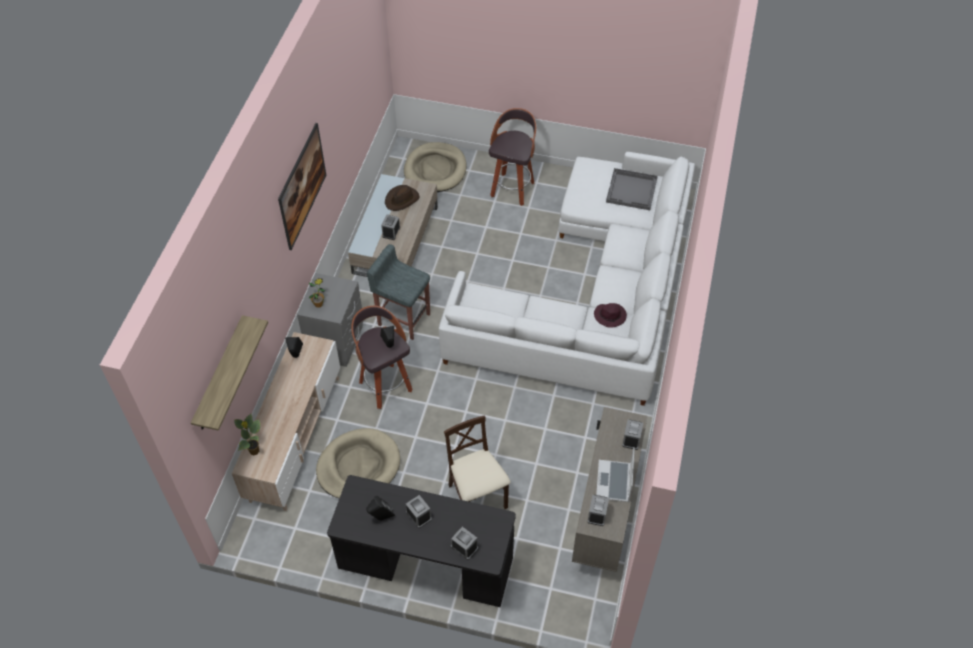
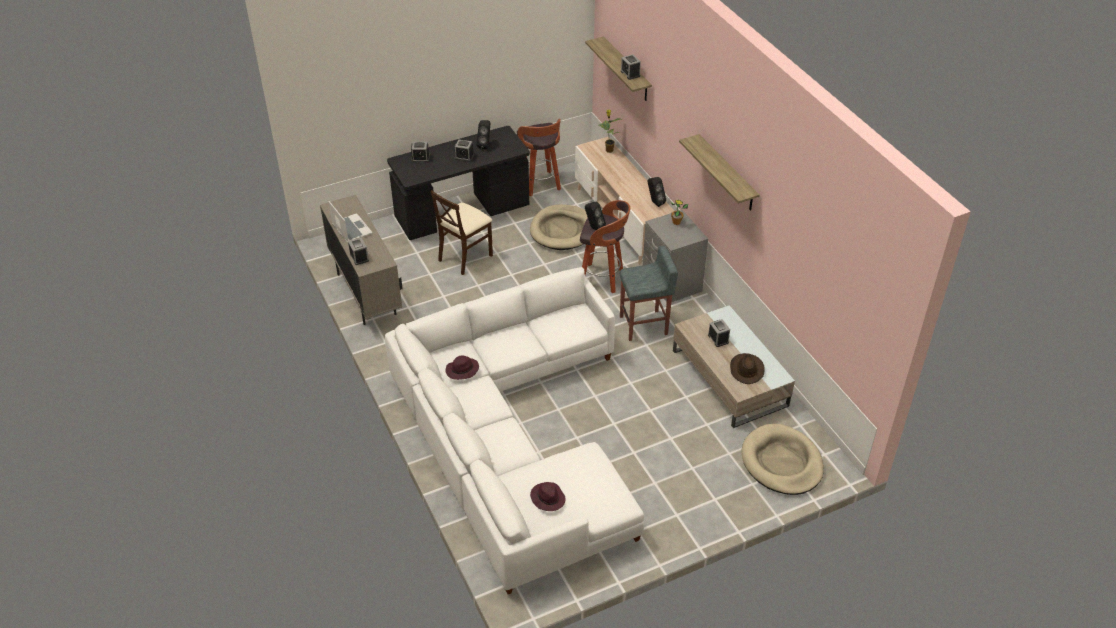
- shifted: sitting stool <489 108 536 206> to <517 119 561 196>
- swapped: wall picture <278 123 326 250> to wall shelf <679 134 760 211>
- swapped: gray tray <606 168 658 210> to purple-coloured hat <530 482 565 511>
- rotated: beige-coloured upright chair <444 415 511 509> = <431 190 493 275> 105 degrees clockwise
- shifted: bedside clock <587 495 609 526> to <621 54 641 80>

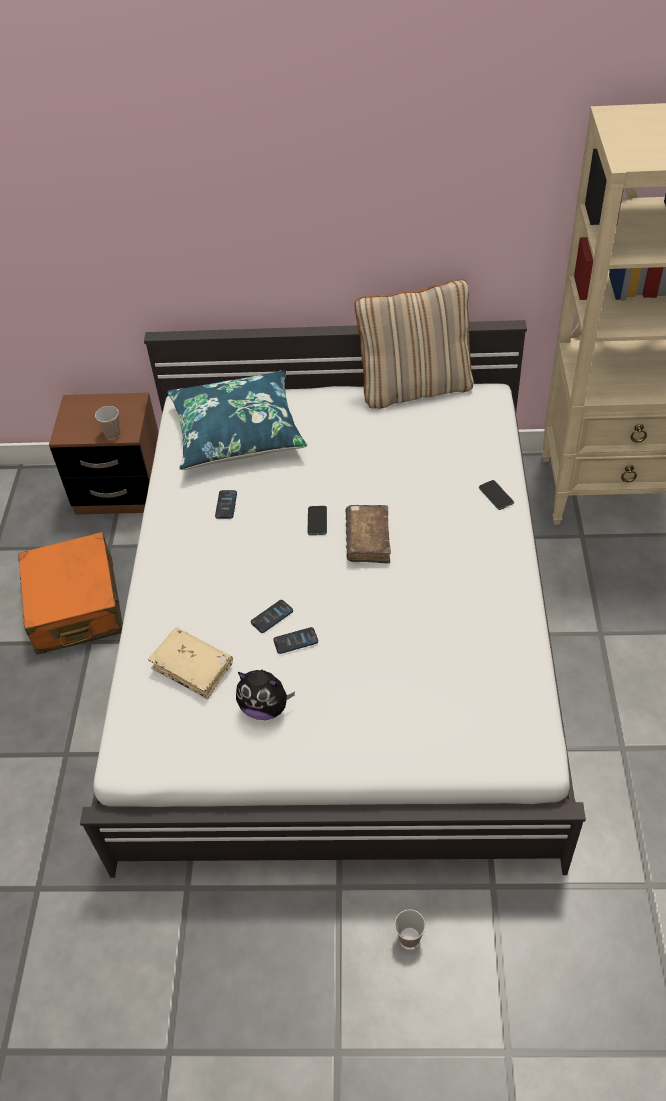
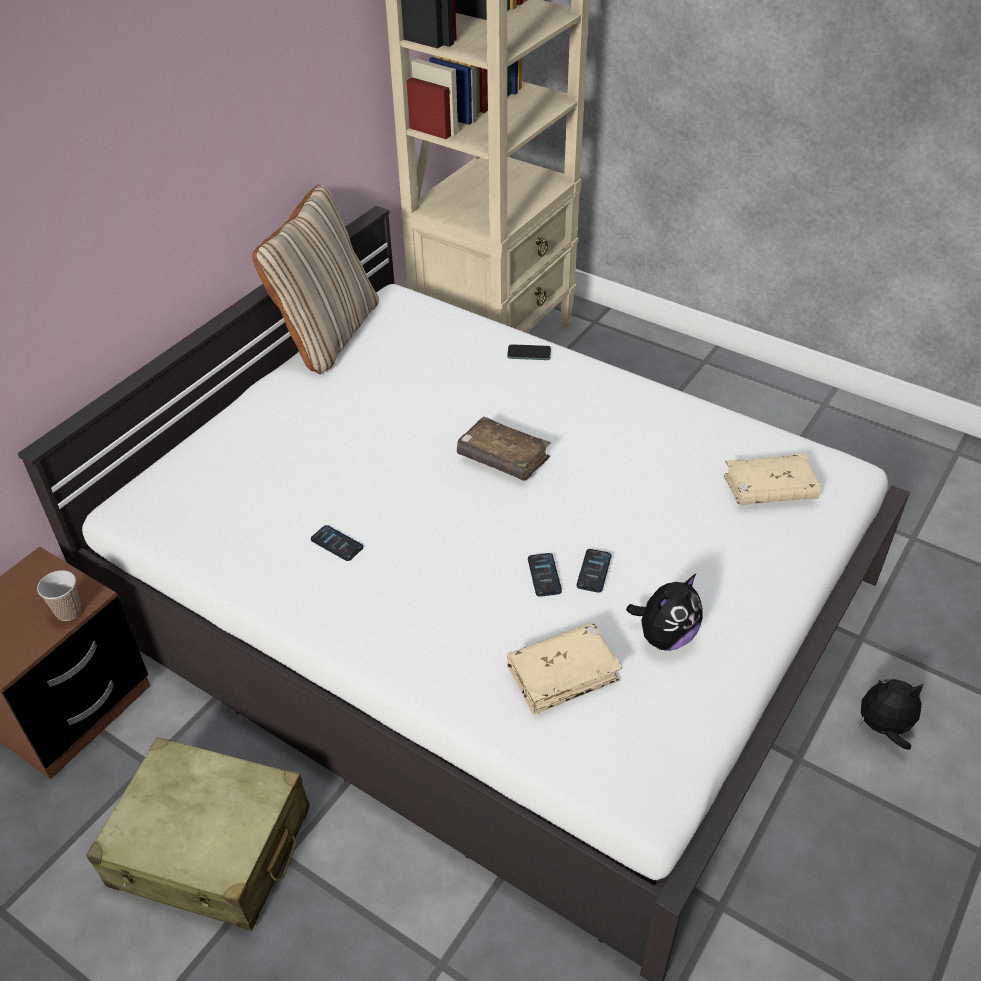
- gone: bluish pillow <168 370 307 470>
- gone: handset <308 506 327 535>
- repainted: orangey piece of luggage <18 532 123 655> to beige-coloured piece of luggage <86 737 310 930>
- swapped: cup <394 909 426 948> to cuddly toy <858 679 924 750>
- new: beige-coloured volume <724 453 821 505>

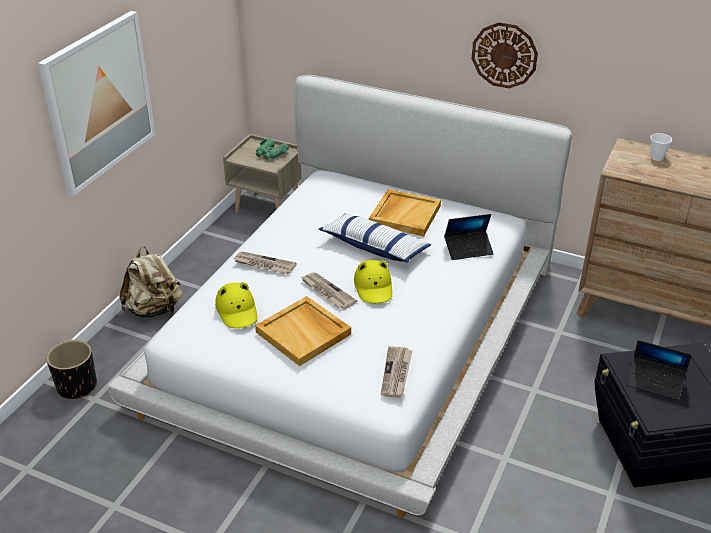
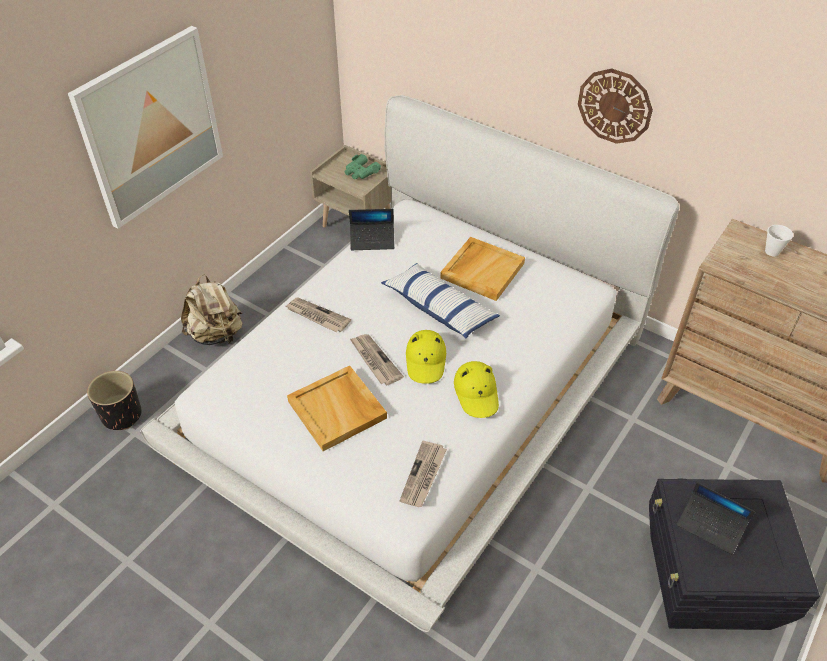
- shifted: portable computer <444 214 494 260> to <349 209 395 250>
- shifted: yellowish hat <215 282 257 328> to <454 361 499 418>

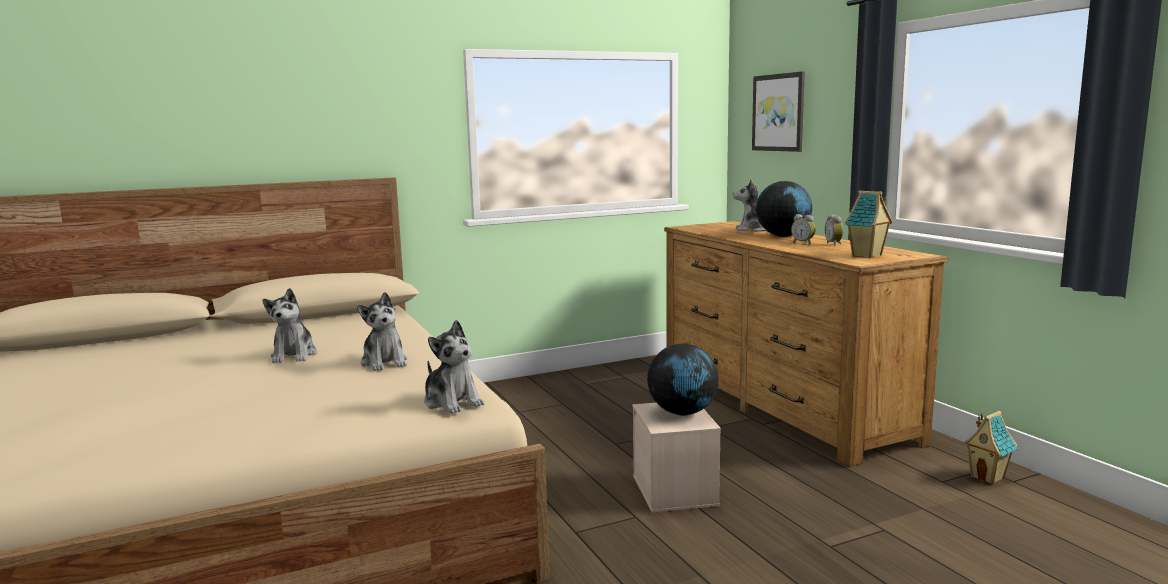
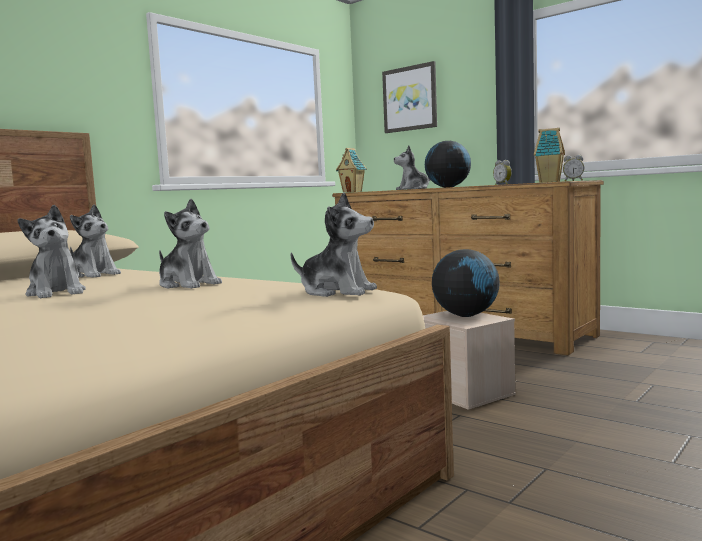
- shifted: bedside clock <791 214 816 244> to <563 155 584 181>
- shifted: toy house <963 411 1018 484> to <336 148 367 192>
- new: cuddly toy <70 205 121 278>

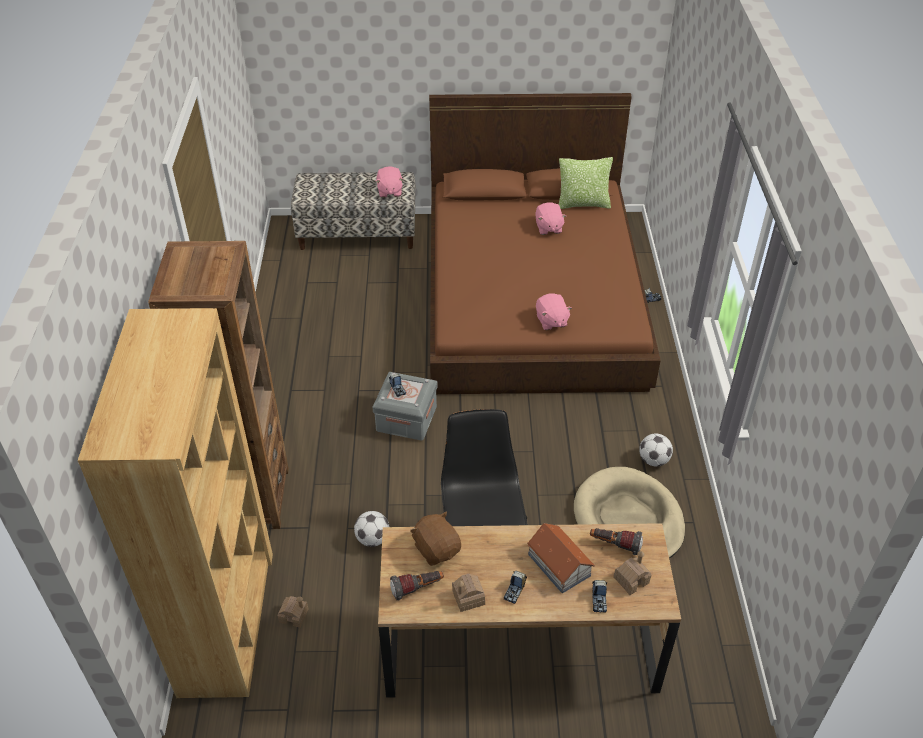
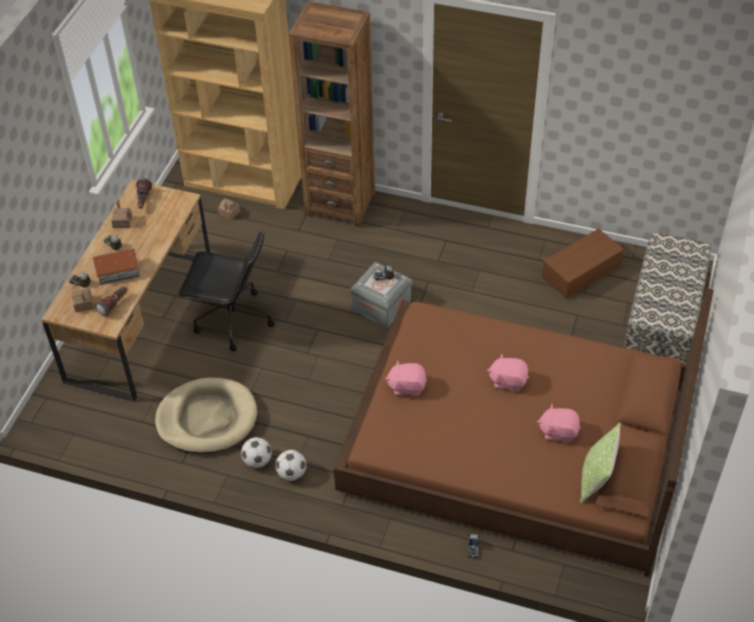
- shifted: pinkish cuddly toy <376 166 404 198> to <487 353 529 392>
- shifted: ball for football <354 511 390 547> to <275 450 306 481>
- gone: brown cuddly toy <410 512 461 566>
- new: brown storage bin <542 228 624 299>

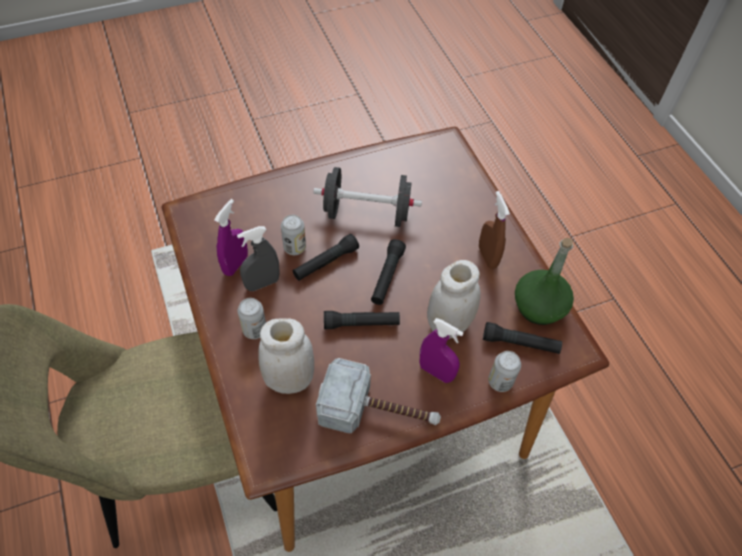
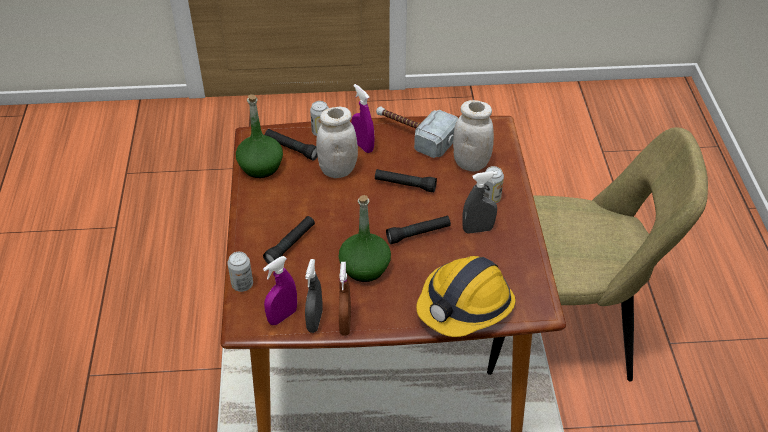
- swapped: black-coloured hand weight <313 167 422 227> to greenish beverage bottle <339 195 391 282>
- shifted: brown sprayer <479 191 510 269> to <339 262 351 336>
- shifted: purple-coloured sprayer <214 199 248 276> to <263 256 297 325>
- shifted: metal can <281 215 306 255> to <227 252 253 292>
- shifted: black-coloured torch <371 239 406 305> to <263 216 315 264>
- new: hard hat <416 256 516 337>
- new: gray sprayer <305 259 323 333>

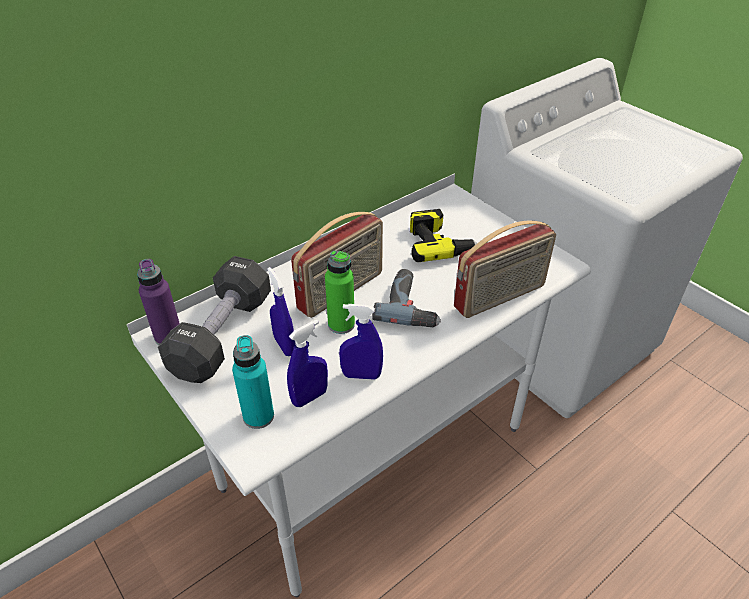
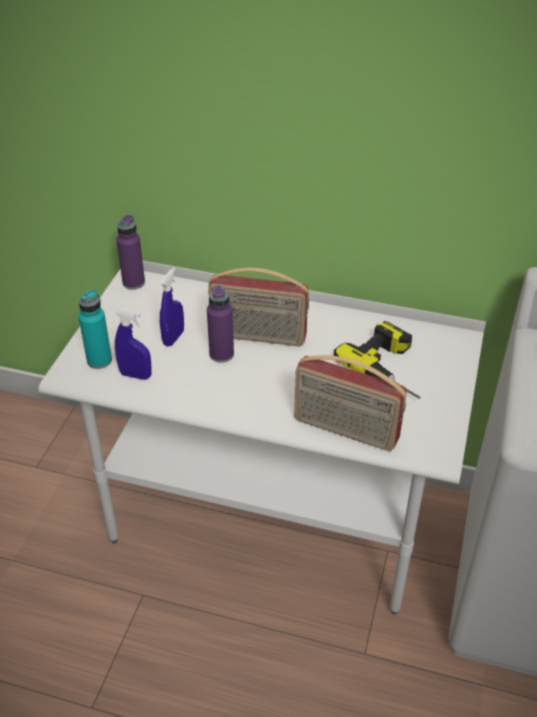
- repainted: greenish beverage bottle <325 250 355 334> to purple-coloured beverage bottle <207 285 234 363>
- gone: black-coloured hand weight <158 256 271 383>
- gone: electric drill <372 269 441 327>
- gone: bluish sprayer <339 304 383 380>

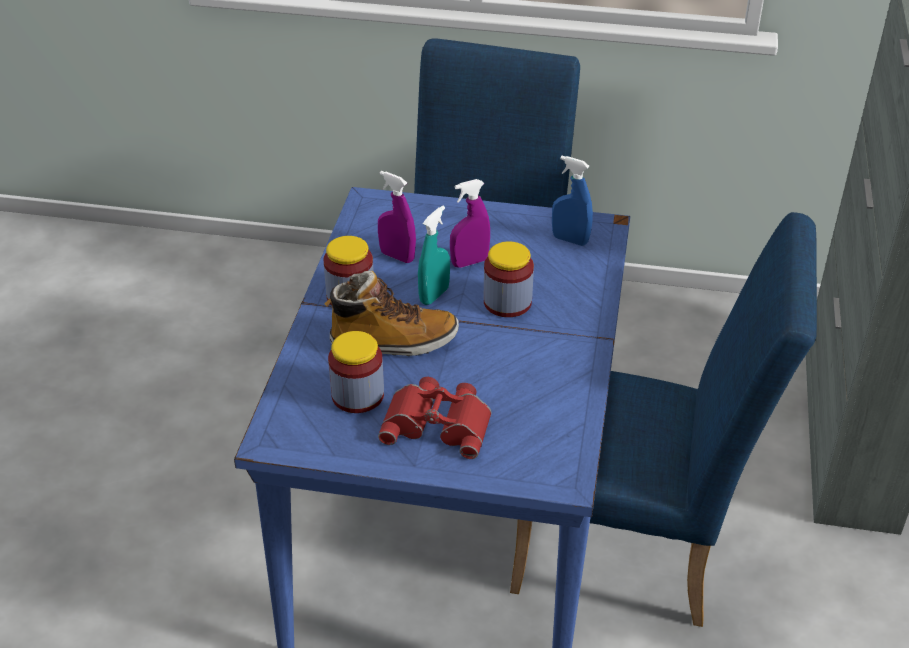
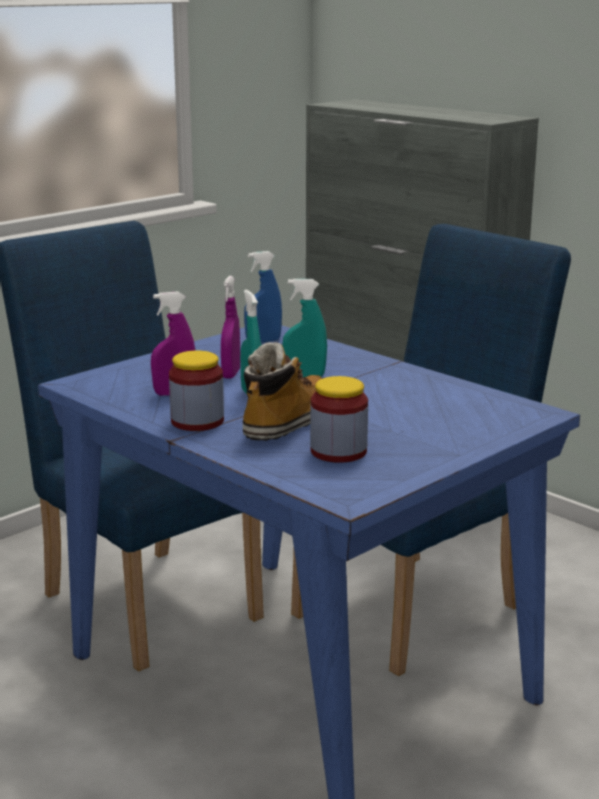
- swapped: jar <484 241 534 317> to turquoise sprayer <282 279 327 377>
- gone: red field glasses <378 377 491 459>

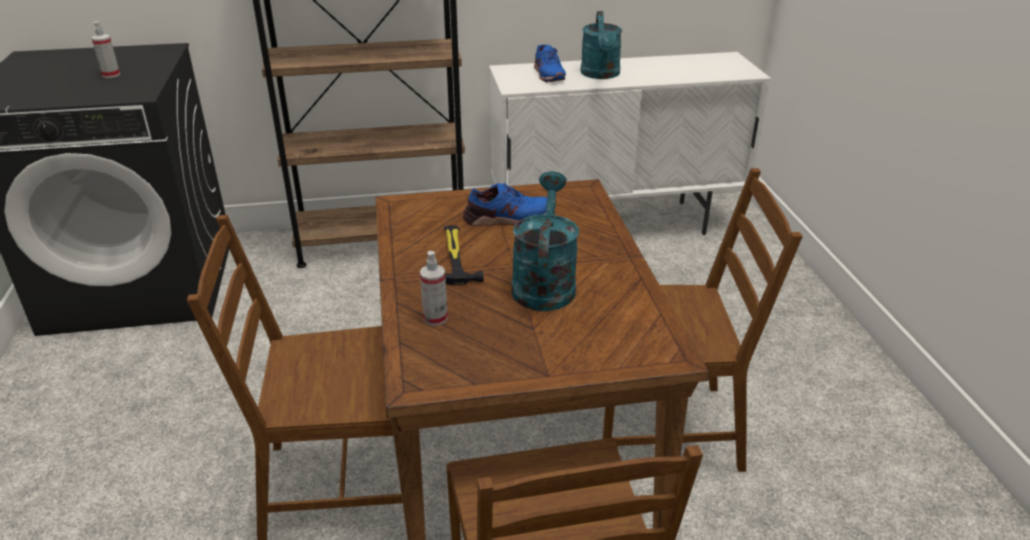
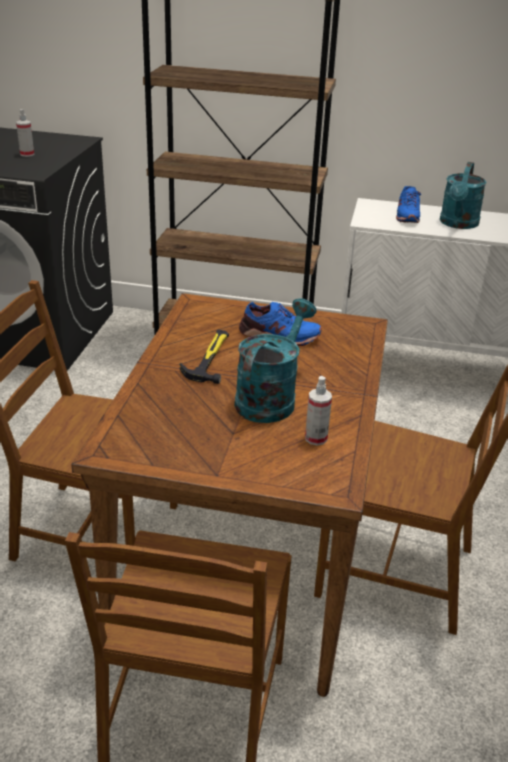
- shifted: sprayer <420 251 448 326> to <305 376 332 446>

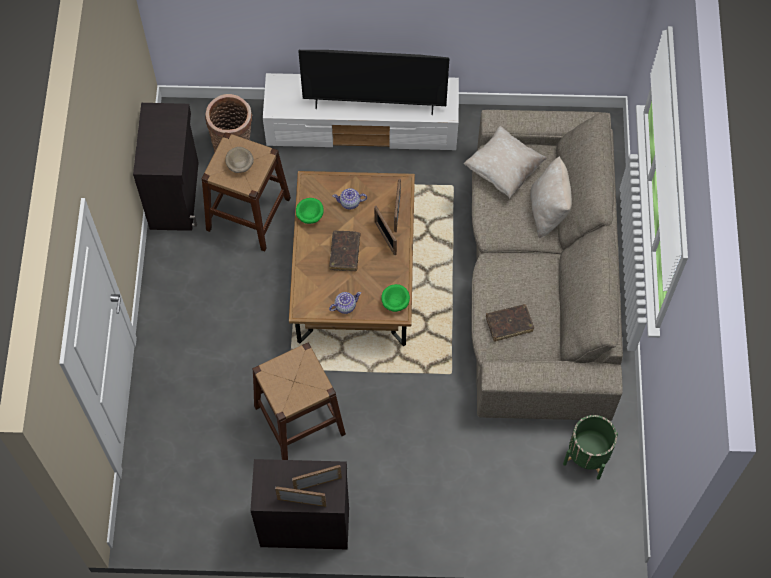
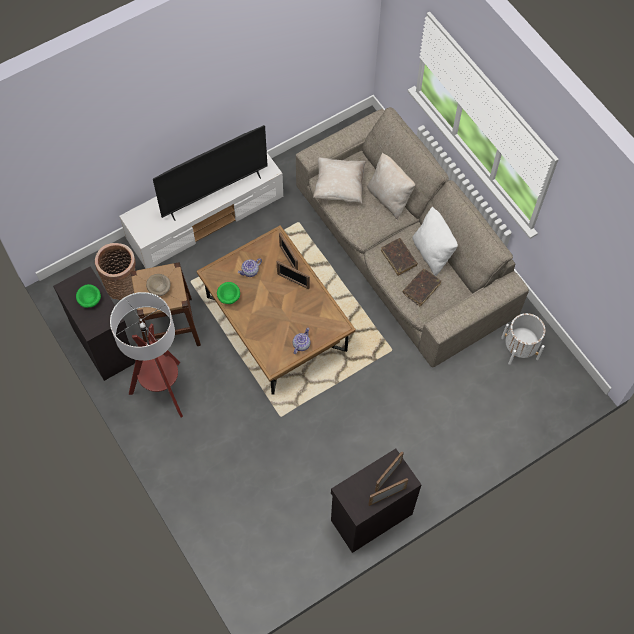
- shifted: brown volume <329 230 361 271> to <381 238 418 276>
- shifted: greenish serving bowl <381 284 410 312> to <76 284 101 308>
- gone: brown sitting stool <253 343 346 460>
- repainted: greenish plant pot <563 415 618 480> to white plant pot <501 313 545 365>
- new: white pillow <413 207 458 276>
- new: standard lamp <110 292 183 417>

